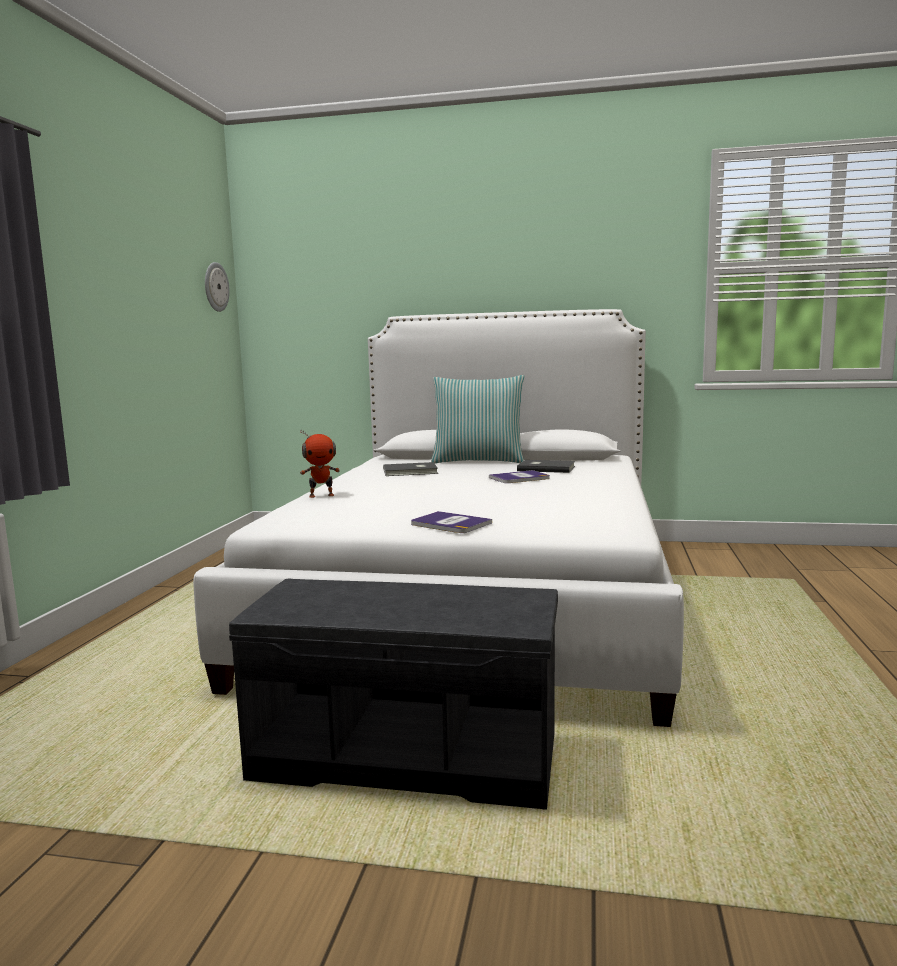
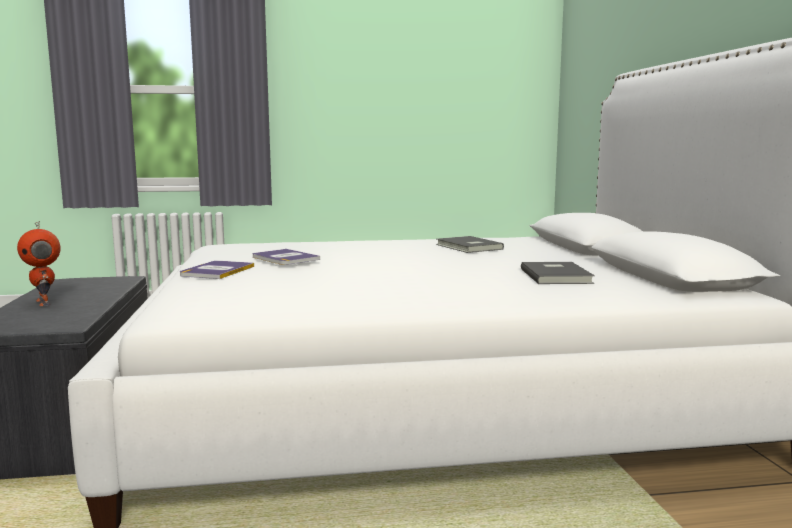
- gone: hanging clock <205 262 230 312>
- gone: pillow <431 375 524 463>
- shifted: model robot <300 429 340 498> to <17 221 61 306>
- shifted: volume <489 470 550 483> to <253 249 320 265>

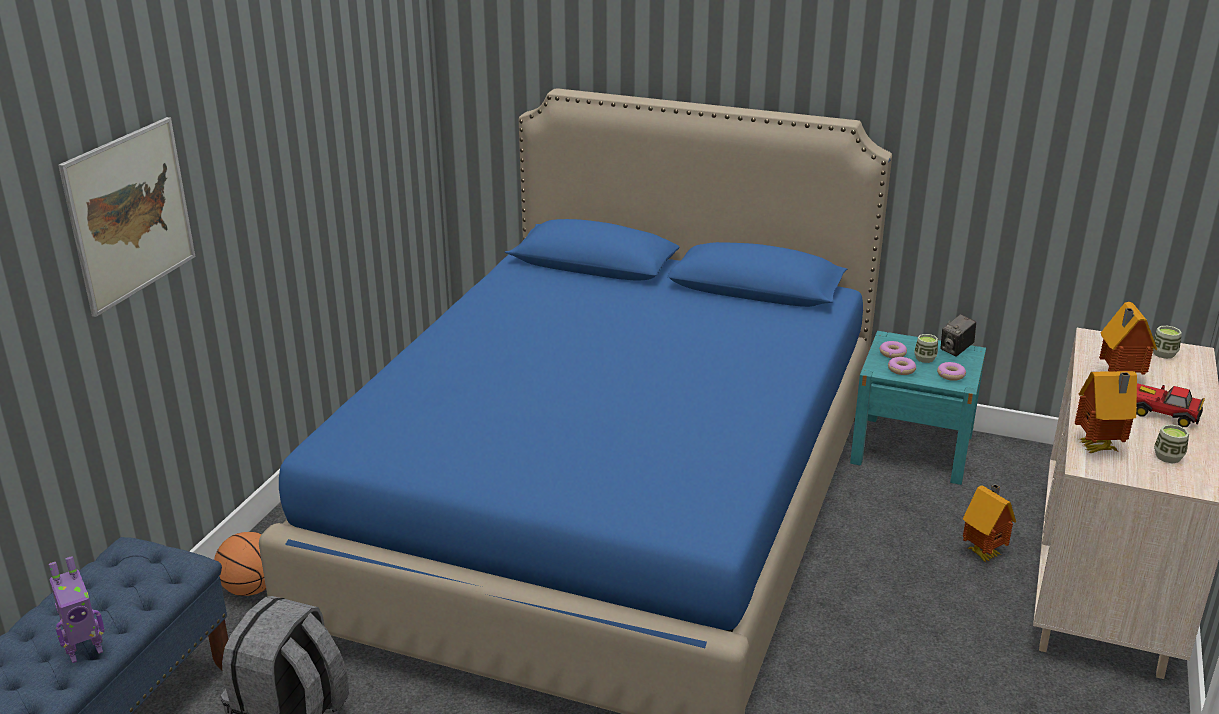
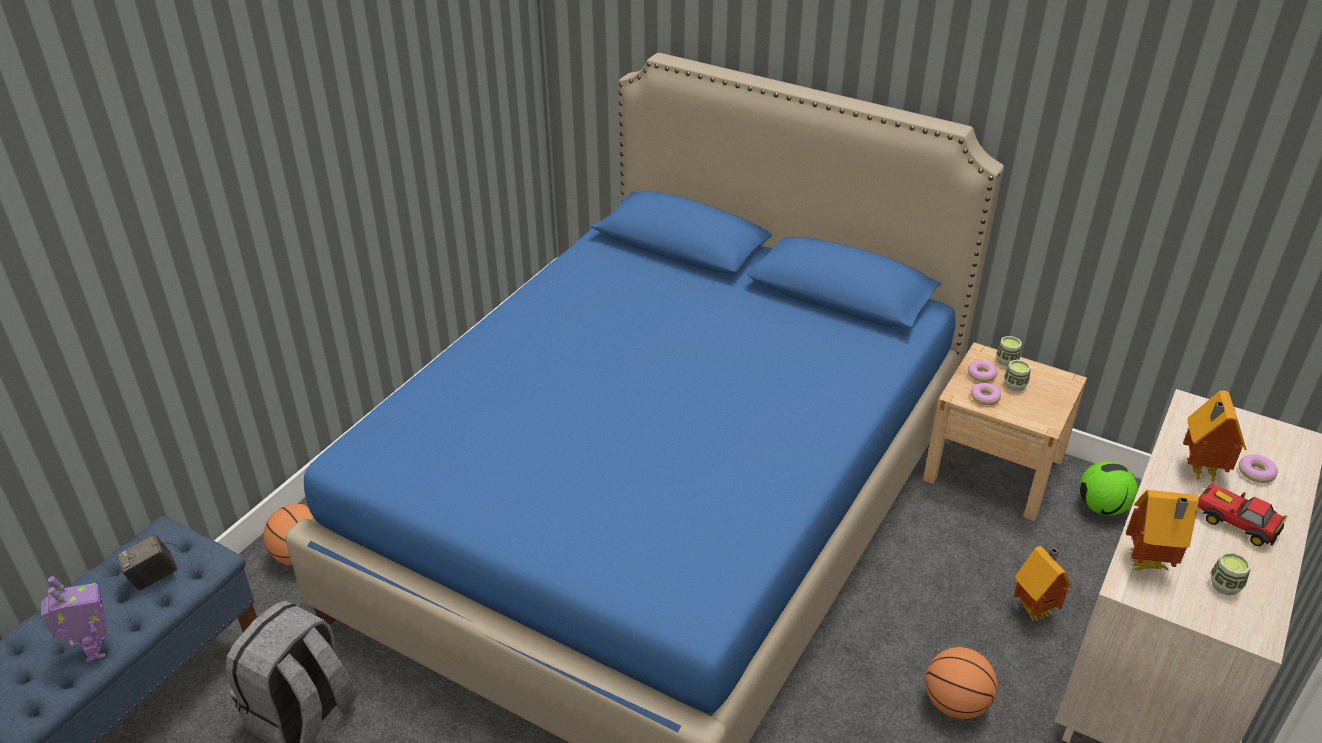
- gone: wall picture <58 117 195 317>
- shifted: still camera <940 314 976 356> to <116 534 177 591>
- shifted: cup <1153 326 1182 359> to <996 336 1022 367>
- repainted: turquoise nightstand <850 331 986 485> to beige-coloured nightstand <923 342 1087 521>
- shifted: donut <937 362 966 381> to <1239 454 1278 483>
- rotated: model robot <49 556 105 663> = <41 576 107 662> 90 degrees counterclockwise
- new: ball for football <1080 461 1138 516>
- new: basketball <925 647 998 719>

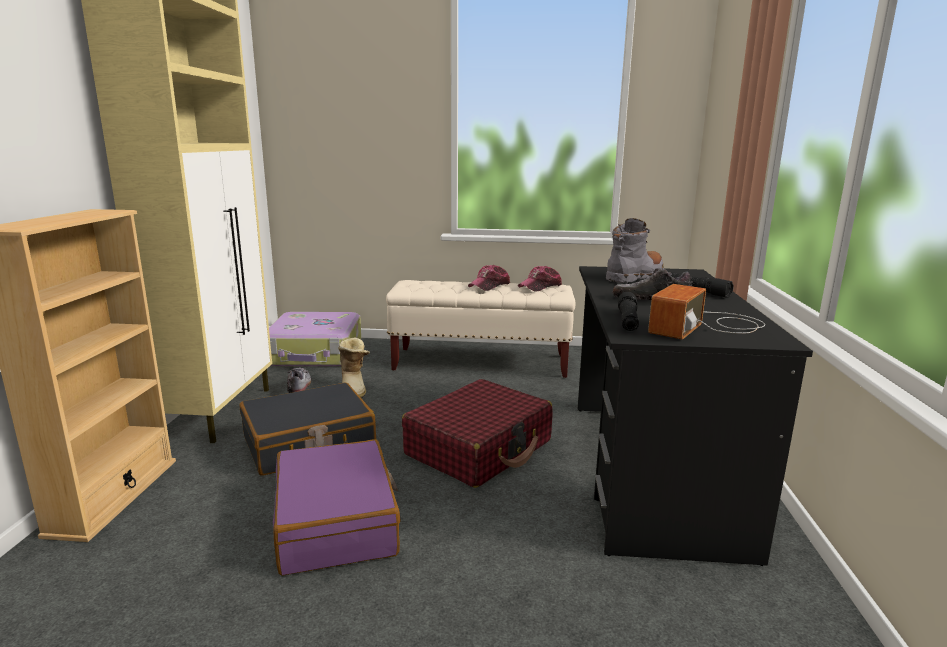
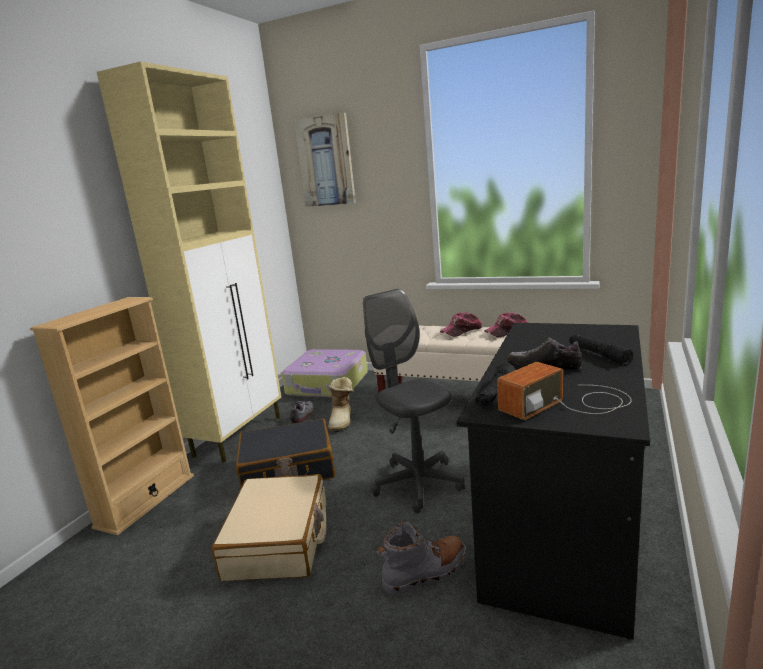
- shifted: gray boot <606 218 664 284> to <376 520 467 596>
- swapped: red piece of luggage <402 379 553 488> to gray office chair <363 289 465 514>
- repainted: purple-coloured piece of luggage <273 439 400 575> to beige-coloured piece of luggage <212 474 327 581>
- new: wall picture <294 113 356 207>

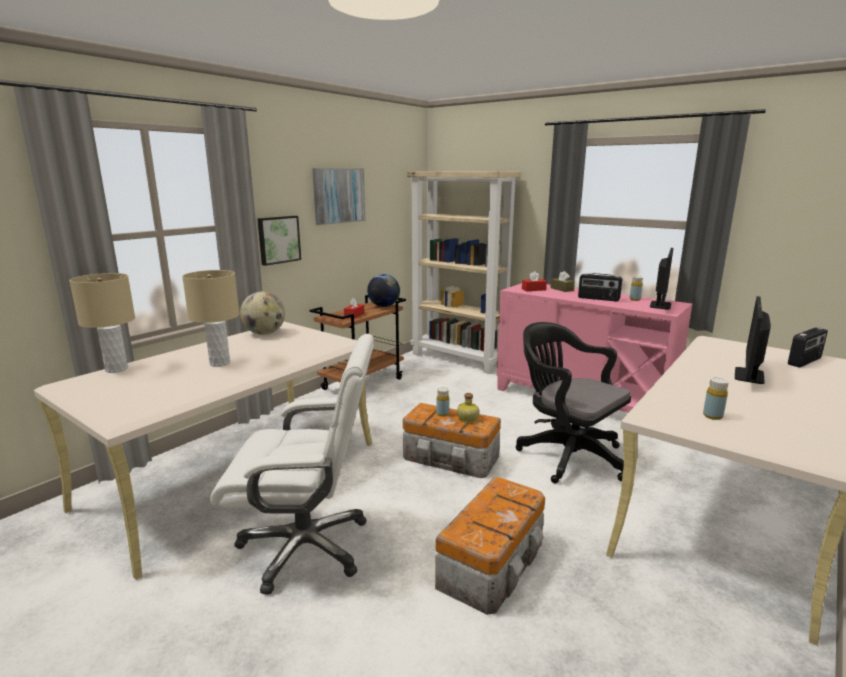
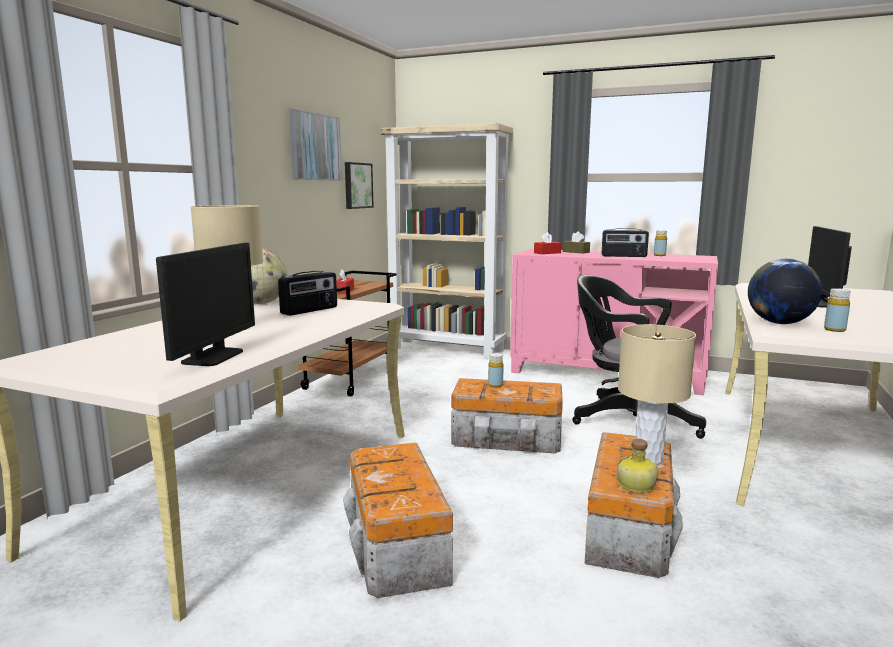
- shifted: wall picture <258 216 301 266> to <345 162 374 209>
- shifted: computer screen <650 248 673 310> to <156 243 255 366>
- shifted: beige-coloured tabletop lamp <69 273 135 373> to <618 324 696 465>
- shifted: world globe <367 274 400 307> to <748 259 822 324>
- shifted: radio <788 327 828 368> to <278 271 337 316>
- swapped: white office chair <210 334 374 595> to storage bin <343 443 453 598>
- shifted: beverage bottle <457 393 480 423> to <617 438 658 493>

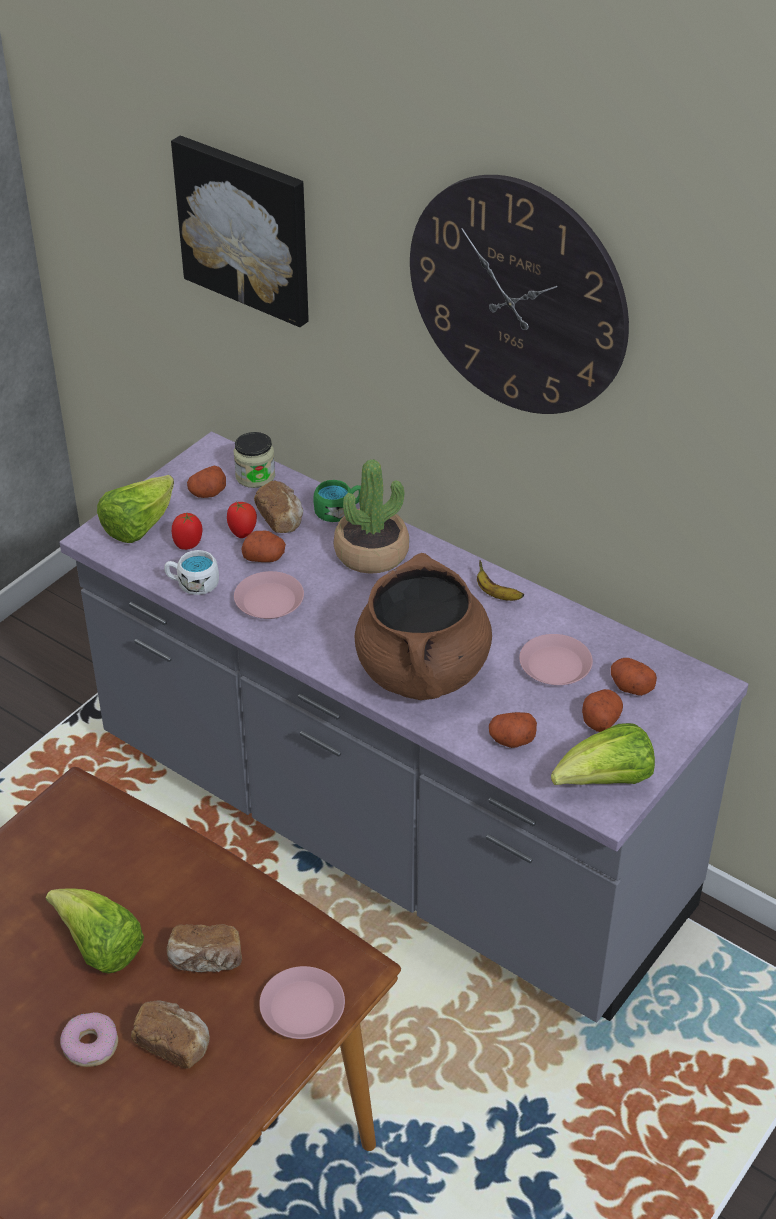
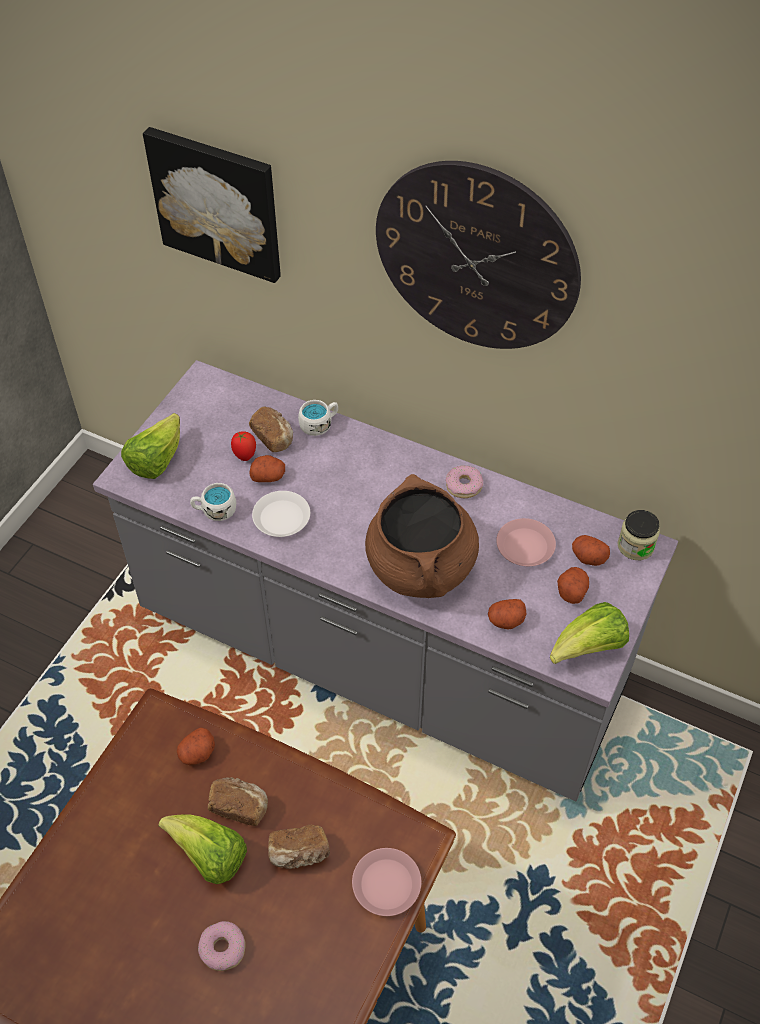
- shifted: jar <234 432 275 488> to <618 510 660 560>
- gone: houseplant <334 459 409 574>
- shifted: whole potato <187 466 226 498> to <177 727 215 765>
- repainted: greenish tea mug <314 480 361 522> to white tea mug <298 400 338 436>
- gone: whole tomato <172 513 202 550>
- swapped: banana <477 560 524 601> to donut <445 466 483 498>
- repainted: pinkish flat dish <234 571 304 619> to white flat dish <252 491 310 537>
- shifted: bakery bread <131 1000 210 1069> to <208 777 268 826>

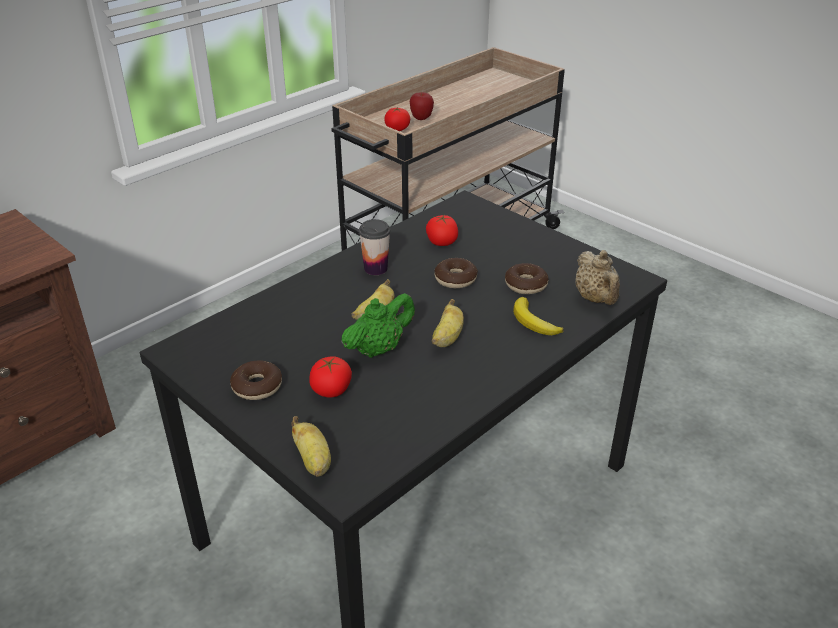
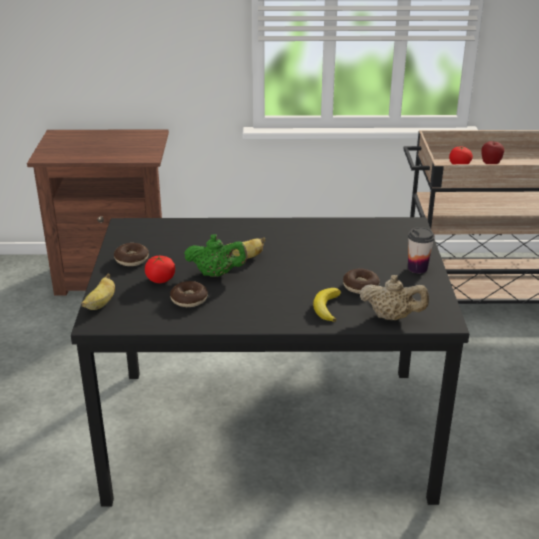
- gone: whole tomato <426 214 458 246>
- shifted: cup <359 219 391 275> to <408 227 435 273>
- rotated: beige-coloured teapot <575 250 620 305> = <360 275 429 320> 105 degrees counterclockwise
- shifted: donut <434 258 478 288> to <170 281 208 307>
- gone: banana <432 299 464 347>

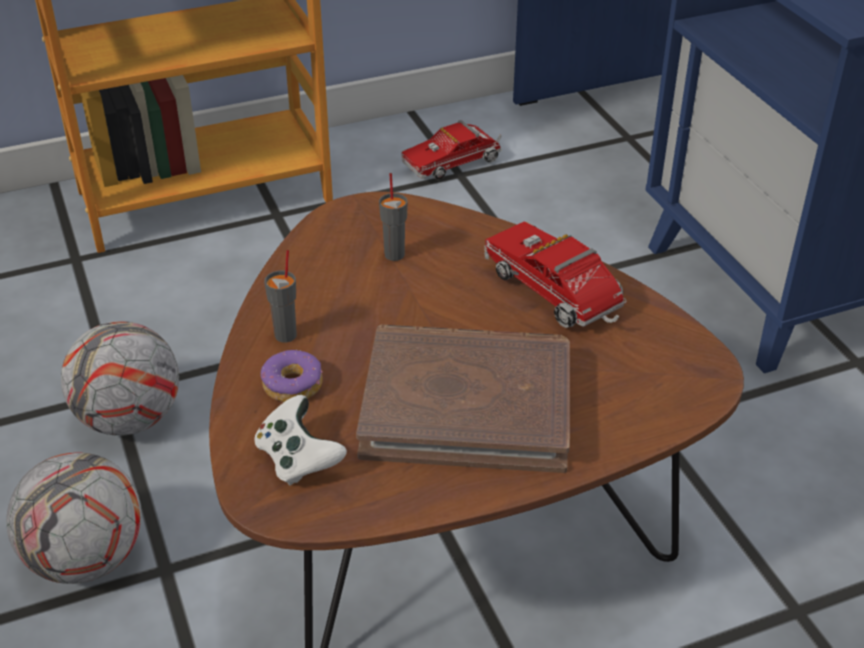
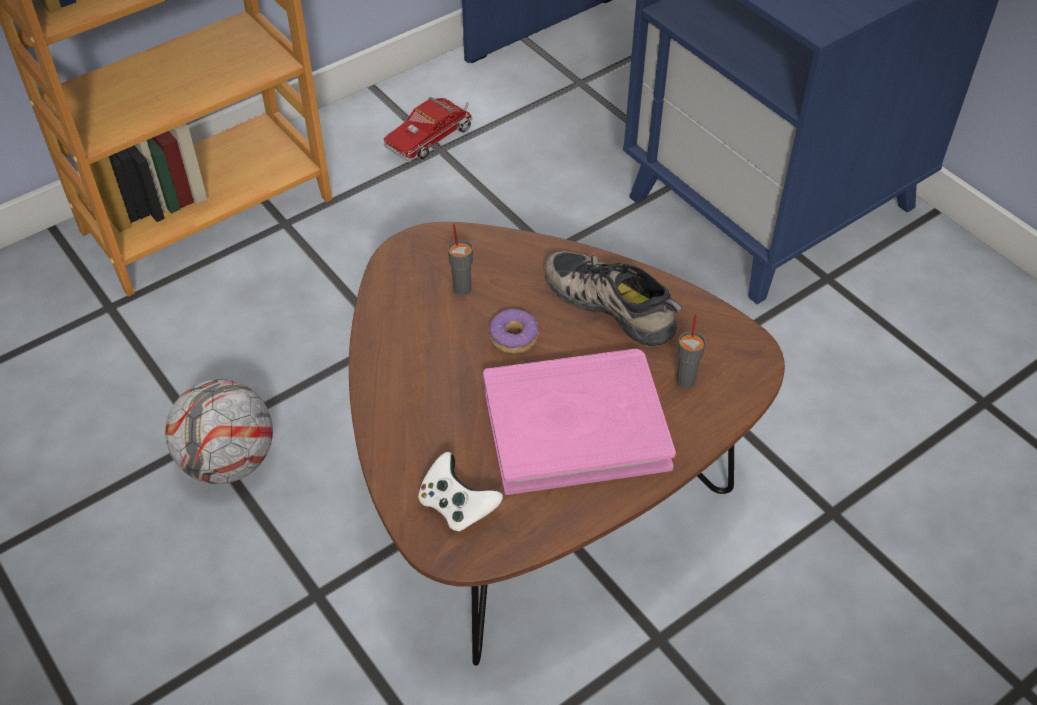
- swapped: toy truck <484 221 627 328> to item of footwear <544 251 682 346>
- shifted: gray cup <264 250 297 343> to <676 315 706 388>
- repainted: brown volume <356 325 570 473> to pinkish volume <483 348 676 495>
- shifted: donut <261 350 323 402> to <489 309 539 353>
- gone: ball for football <6 452 142 584>

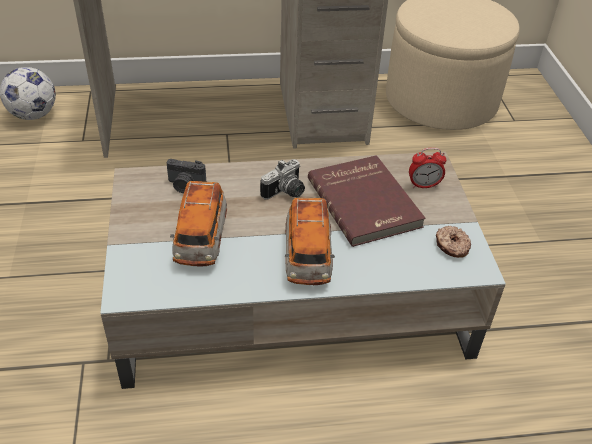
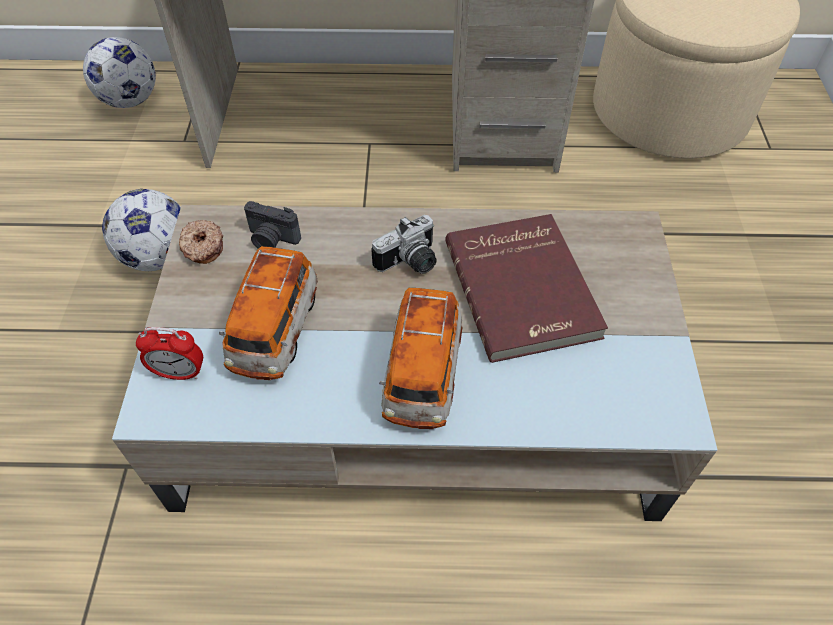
- shifted: bedside clock <409 148 446 188> to <136 327 203 380>
- shifted: donut <436 226 471 258> to <179 220 223 264>
- new: ball for football <102 189 181 271>

